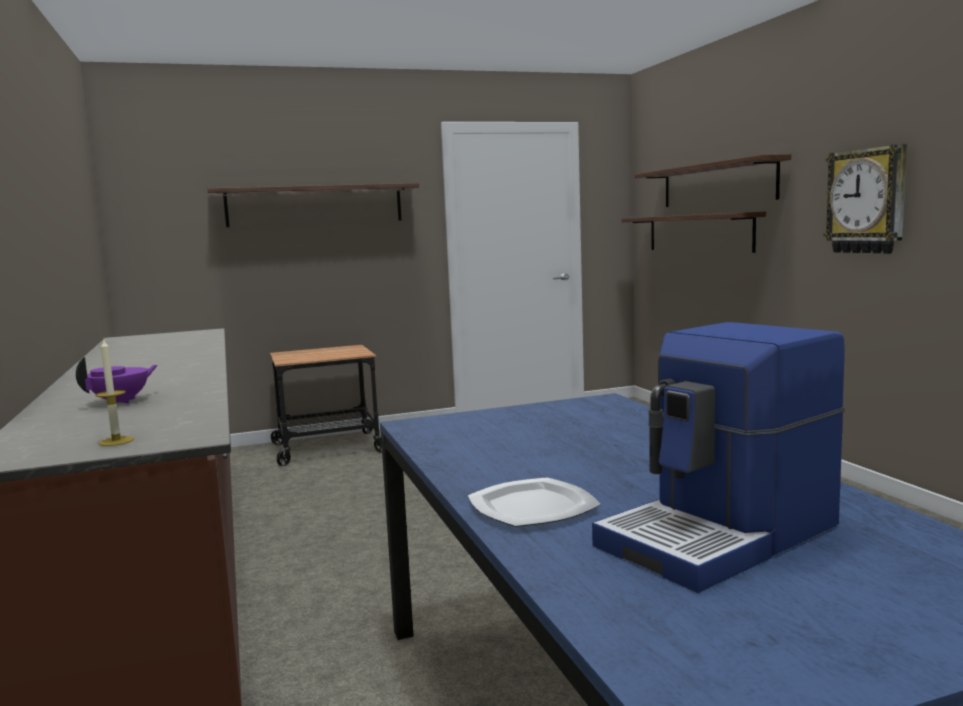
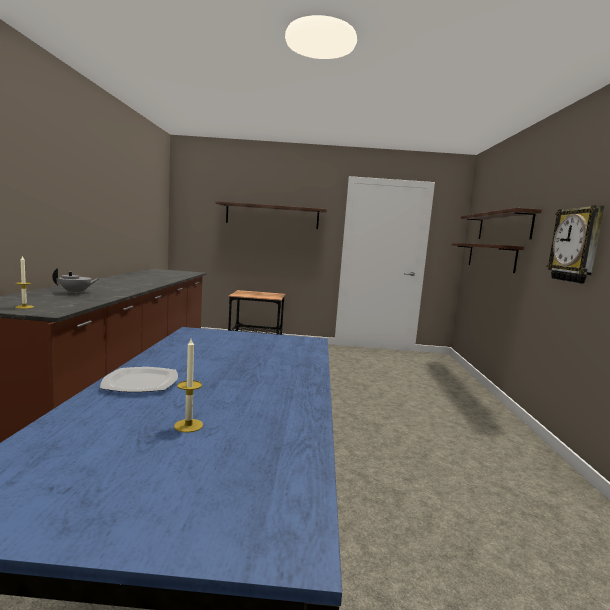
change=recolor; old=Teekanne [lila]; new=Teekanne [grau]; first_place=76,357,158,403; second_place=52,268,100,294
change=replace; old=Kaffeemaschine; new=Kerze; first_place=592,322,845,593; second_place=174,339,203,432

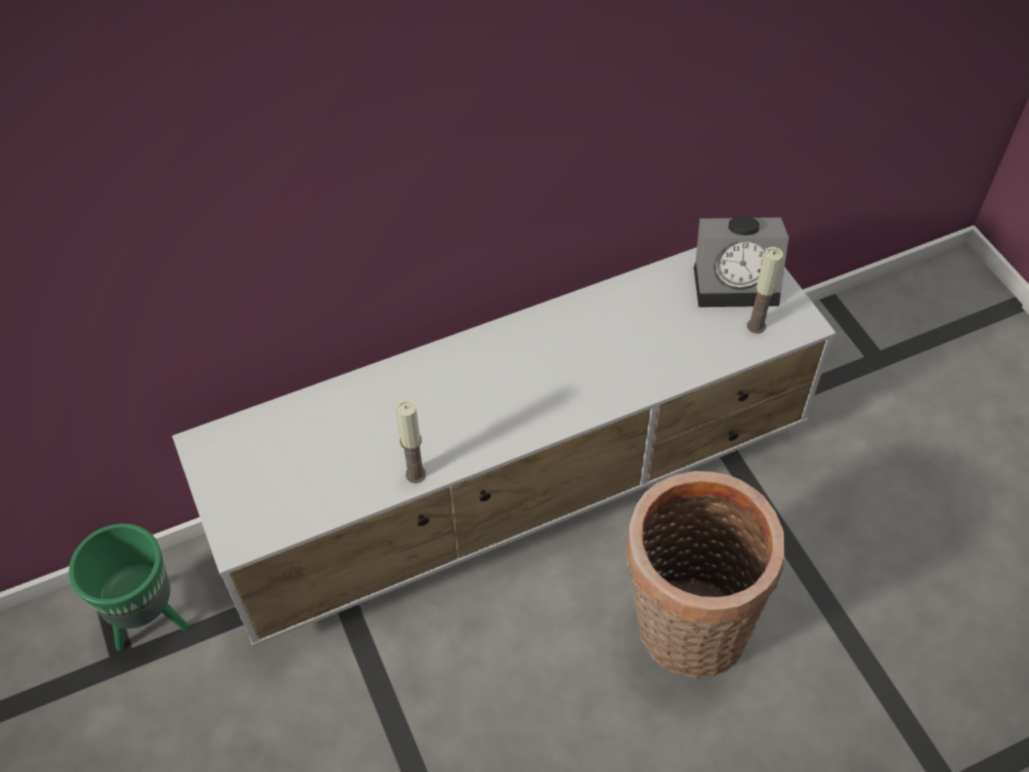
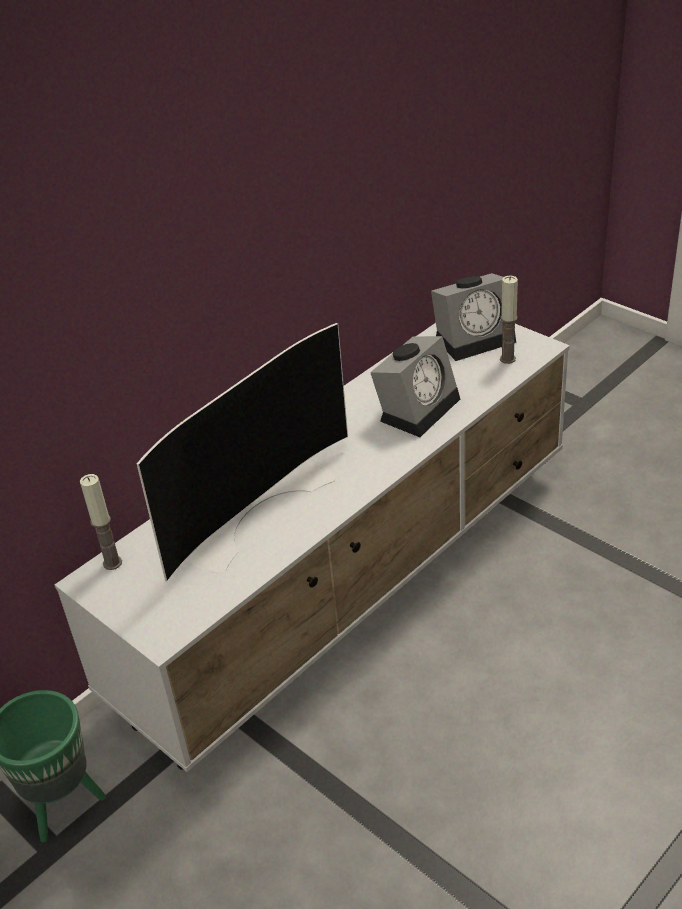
change=move; old=Kerze; first_place=396,400,426,483; second_place=80,474,122,570
change=delete; old=Korb; first_place=626,471,784,678
change=insert; new=Fernseher; second_place=137,323,348,582
change=insert; new=Wecker; second_place=370,336,460,437

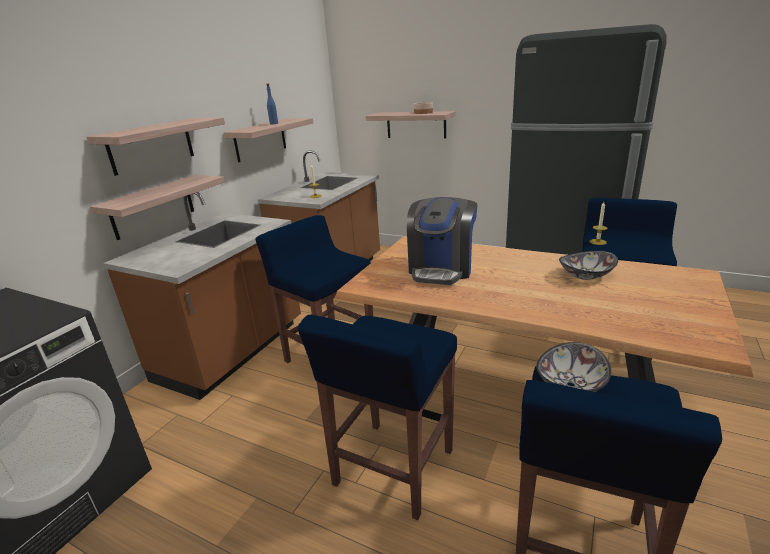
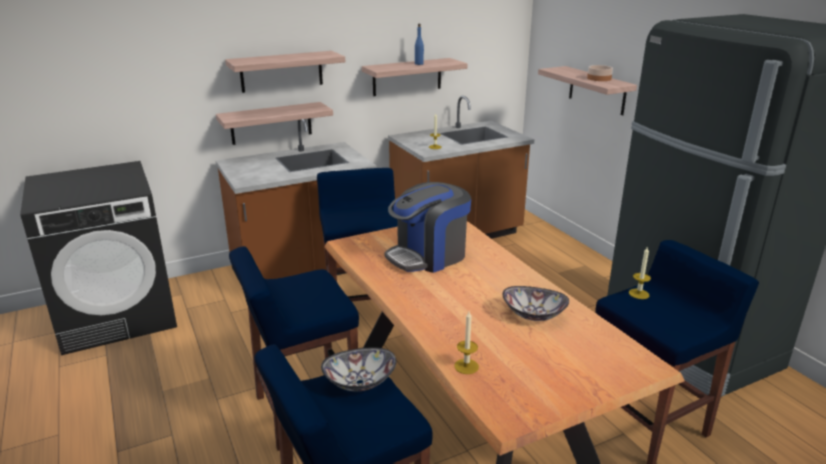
change=insert; new=Kerze; second_place=454,311,479,374

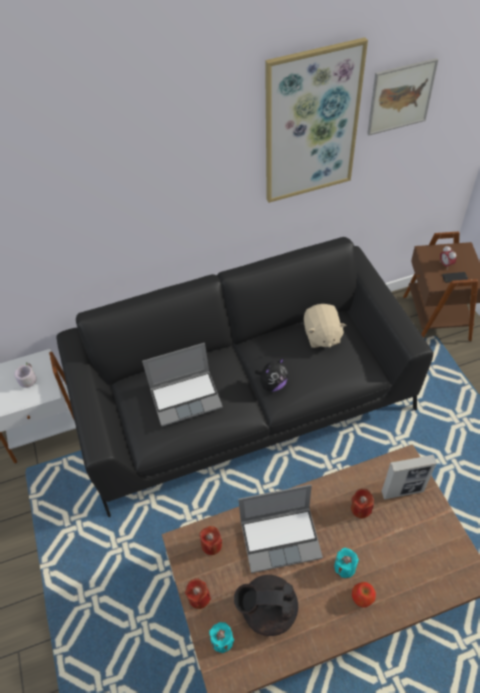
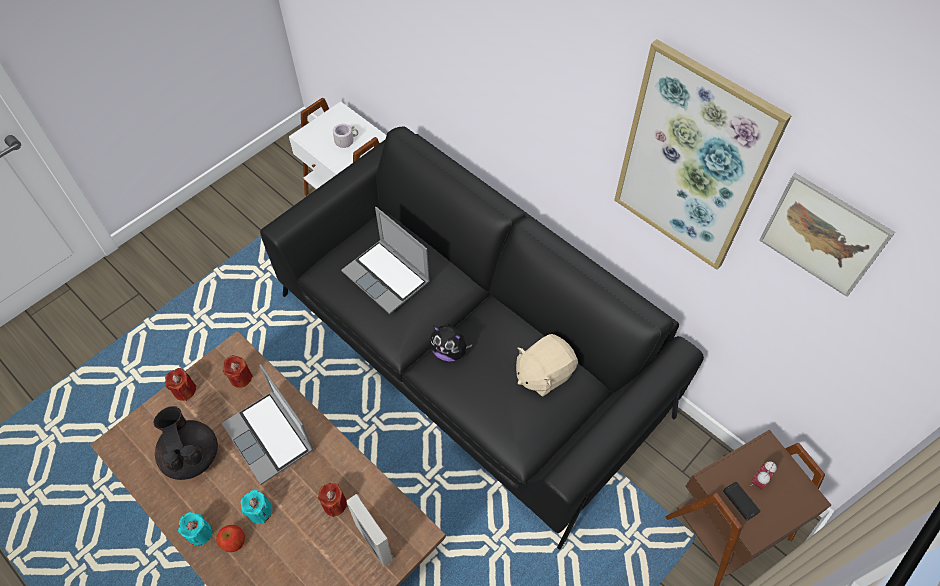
change=move; old=Kerze [türkis]; first_place=209,622,234,653; second_place=178,512,213,546

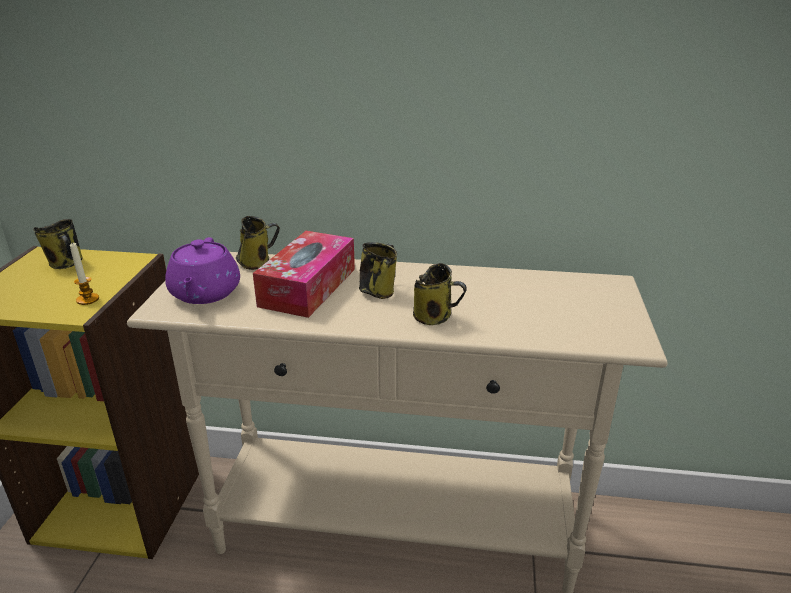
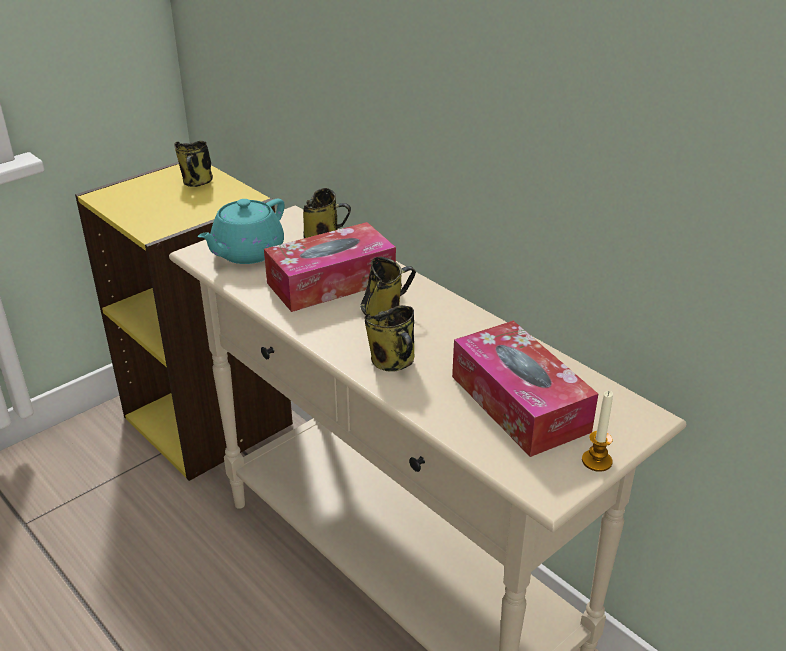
change=move; old=Kerze; first_place=70,242,99,305; second_place=582,391,613,472
change=recolor; old=Teekanne [lila]; new=Teekanne [türkis]; first_place=165,237,240,304; second_place=198,199,284,264
change=insert; new=Taschentuchbox; second_place=452,321,598,457

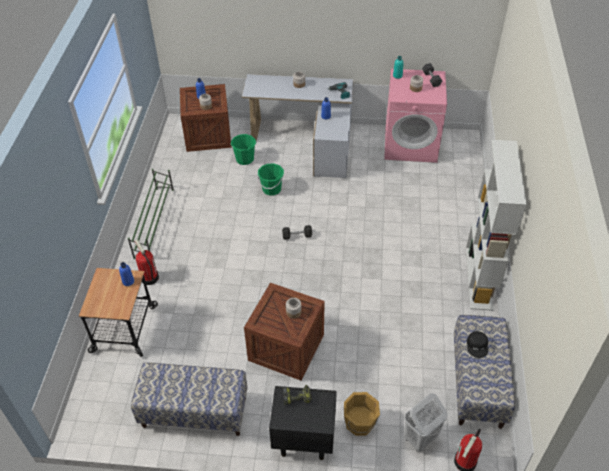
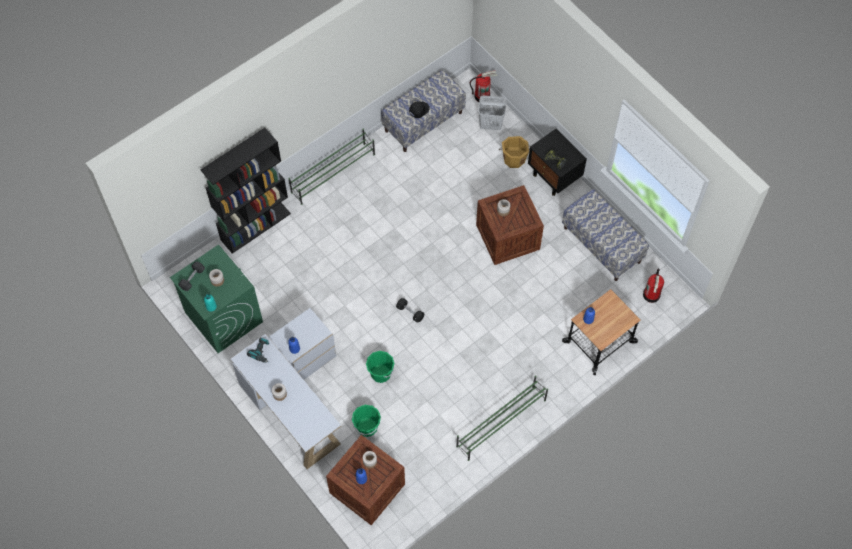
change=move; old=Feuerlöscher; first_place=135,240,159,285; second_place=643,268,664,303
change=recolor; old=Waschmaschine [rosa]; new=Waschmaschine [grün]; first_place=384,69,447,163; second_place=170,245,263,353
change=replace; old=Bücherregal [weiß]; new=Schuhregal [grün]; first_place=466,140,527,311; second_place=289,129,375,205
change=insert; new=Bücherregal [schwarz]; second_place=200,128,291,254

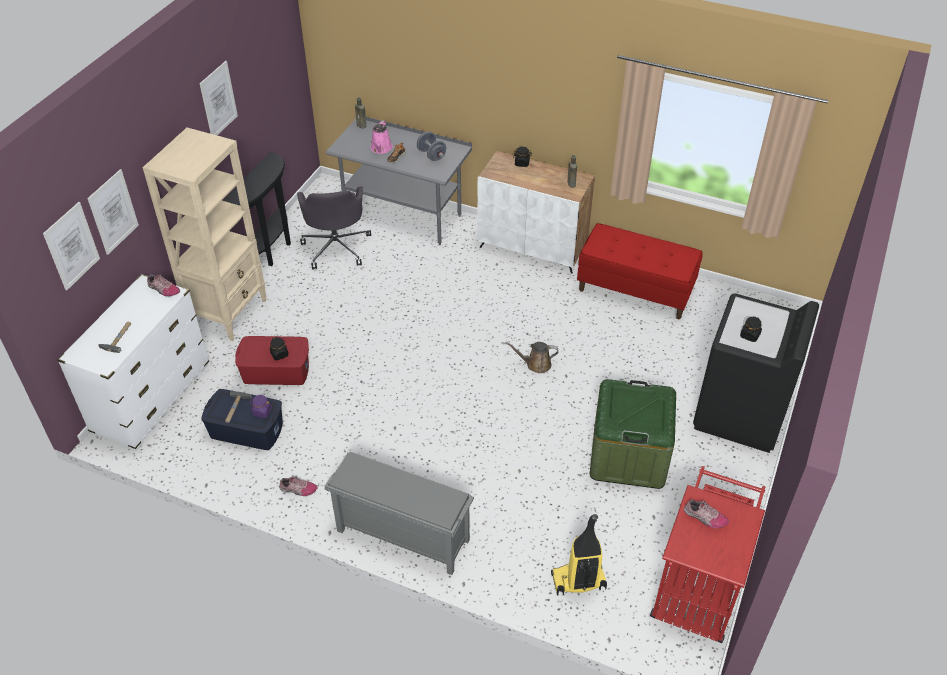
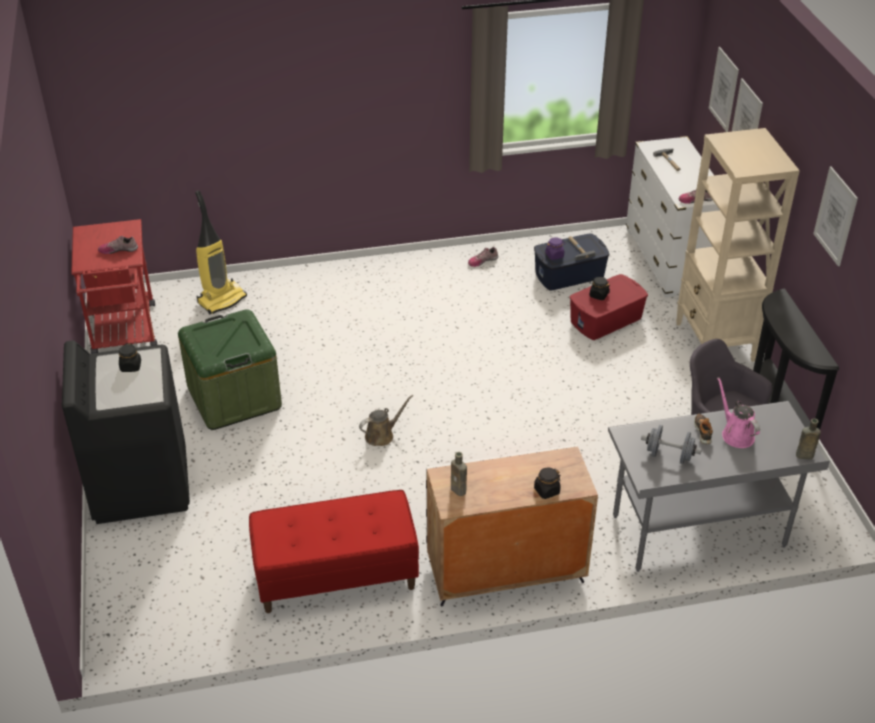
change=delete; old=Schuhregal [grau]; first_place=324,452,474,575

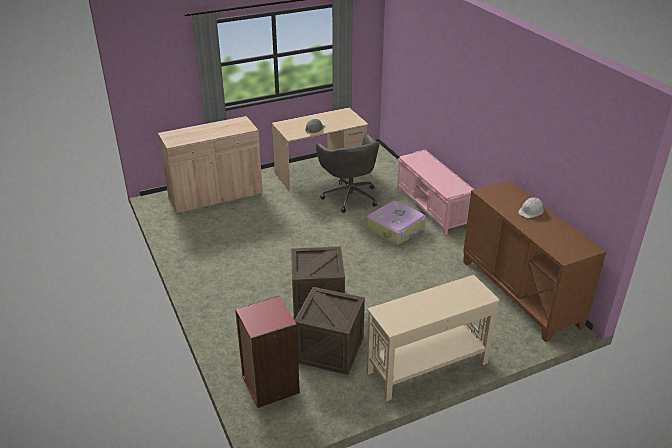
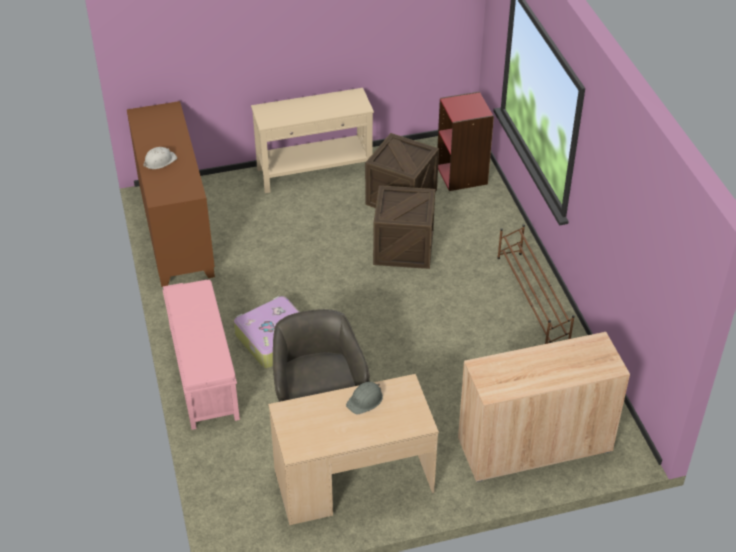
change=insert; new=Schuhregal [braun]; second_place=497,224,575,344

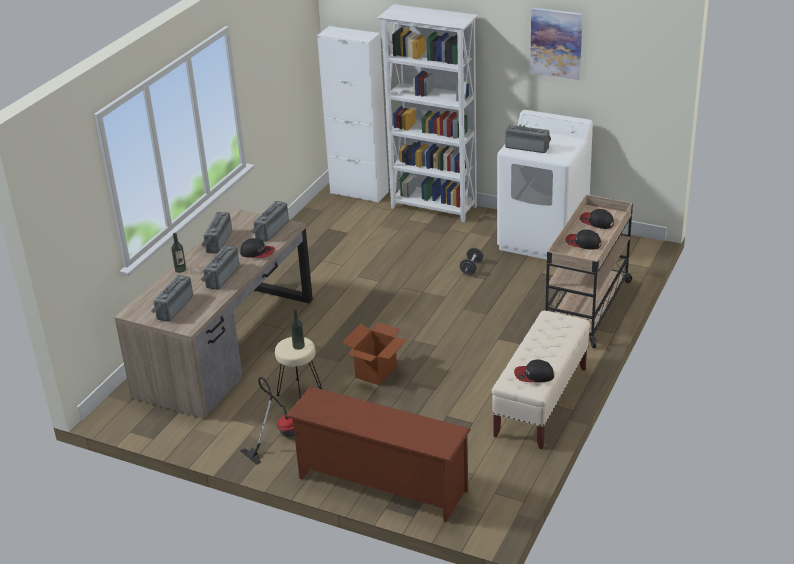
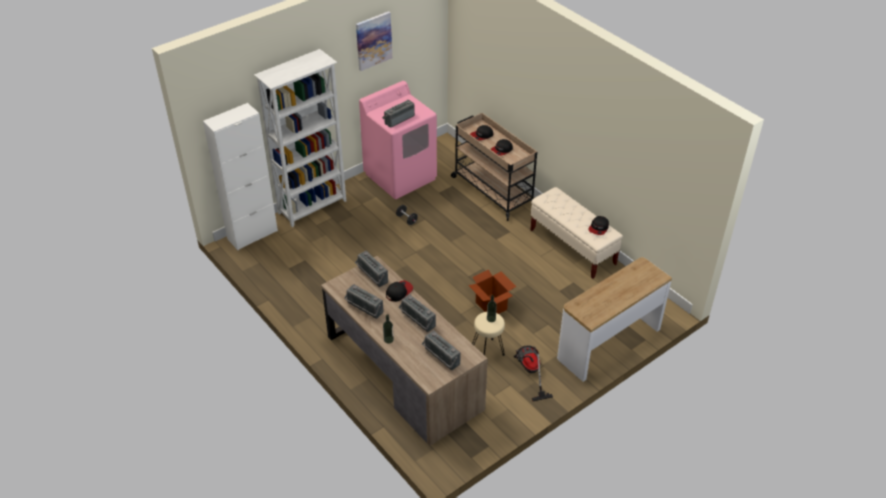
change=replace; old=Schuhregal [braun]; new=Konsolentisch; first_place=285,387,471,522; second_place=557,257,672,382
change=recolor; old=Waschmaschine [weiß]; new=Waschmaschine [rosa]; first_place=497,110,593,260; second_place=359,81,437,199

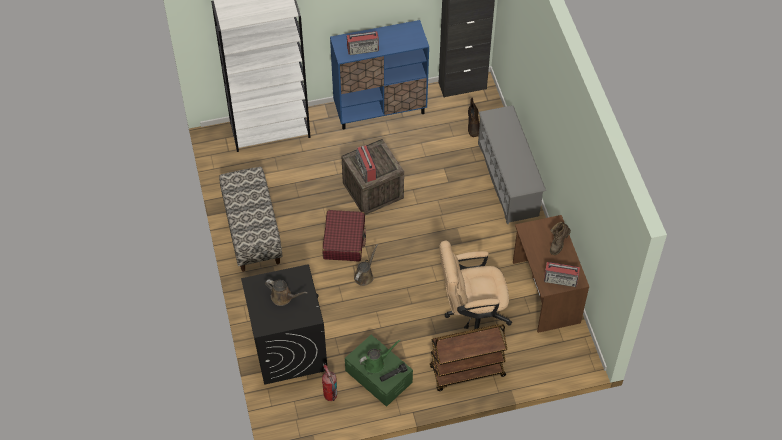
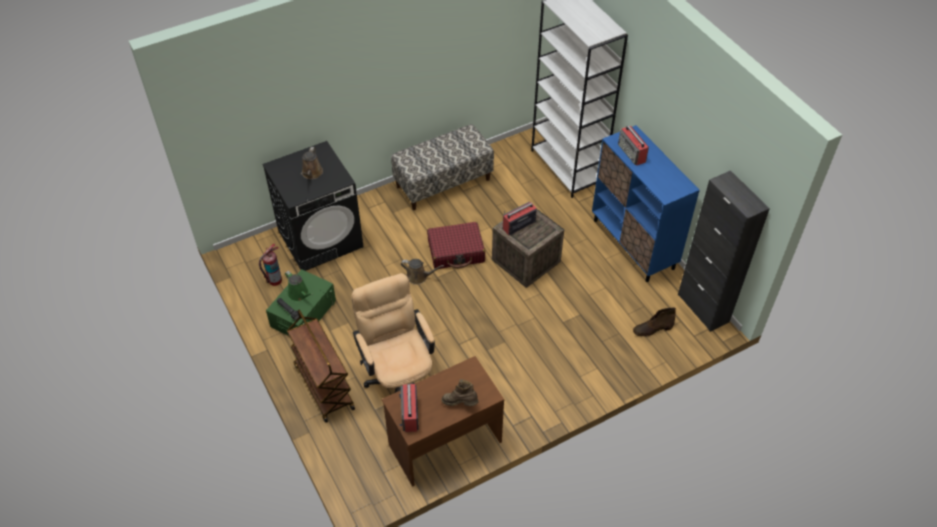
change=delete; old=Schuhregal [grau]; first_place=478,105,546,224

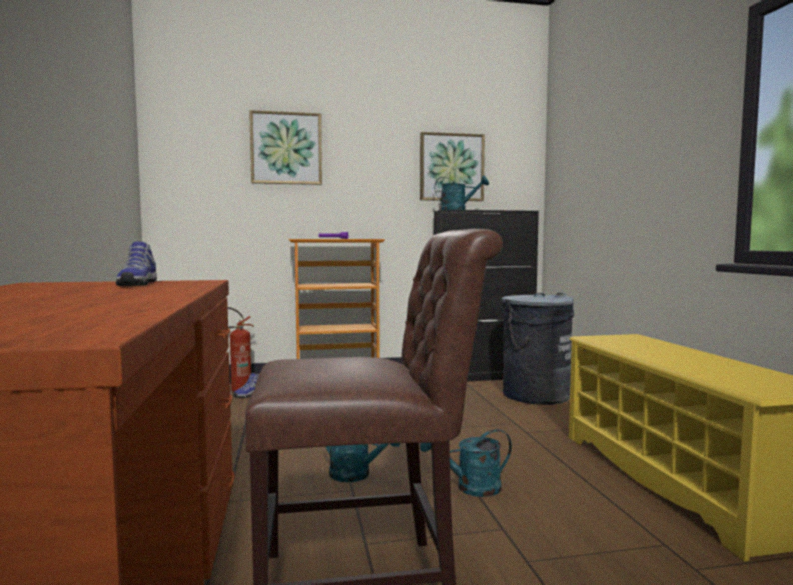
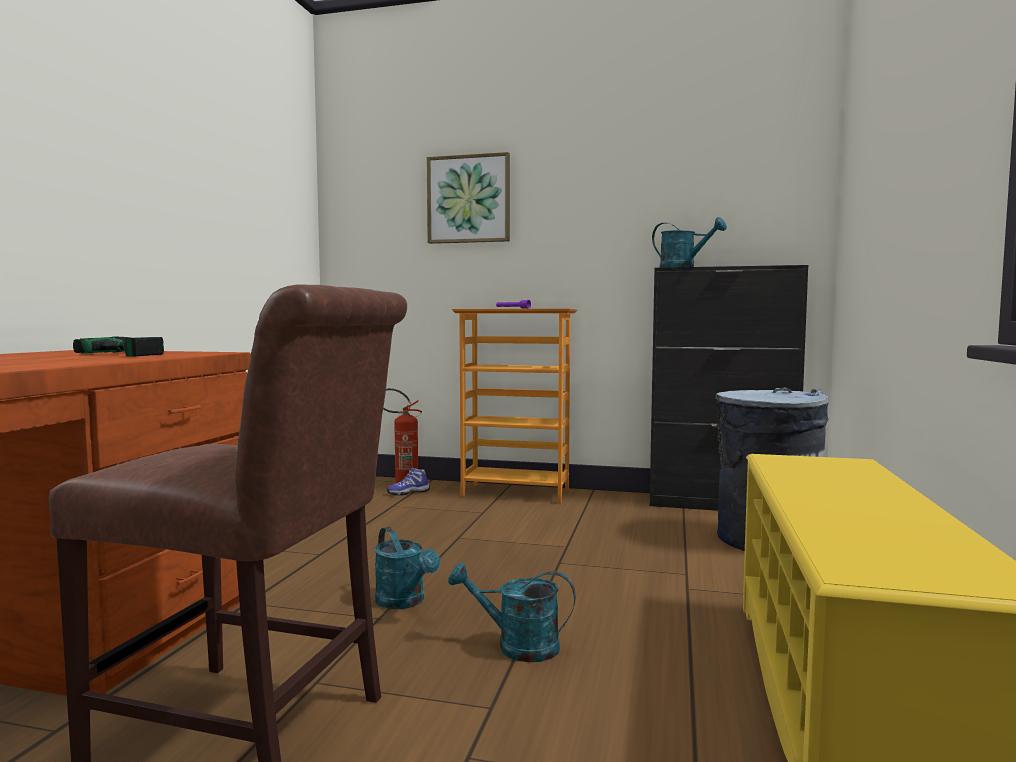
change=replace; old=Schuh; new=Bohrmaschine; first_place=115,241,157,286; second_place=73,337,164,356
change=delete; old=Bild; first_place=420,132,485,201

